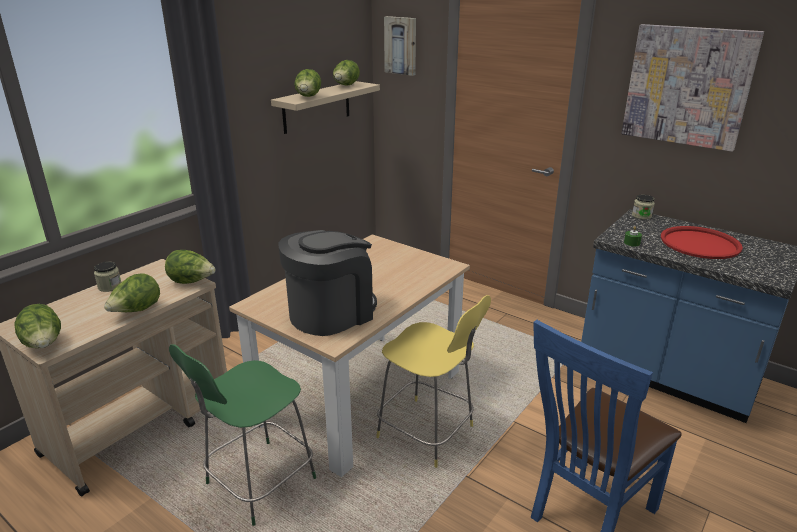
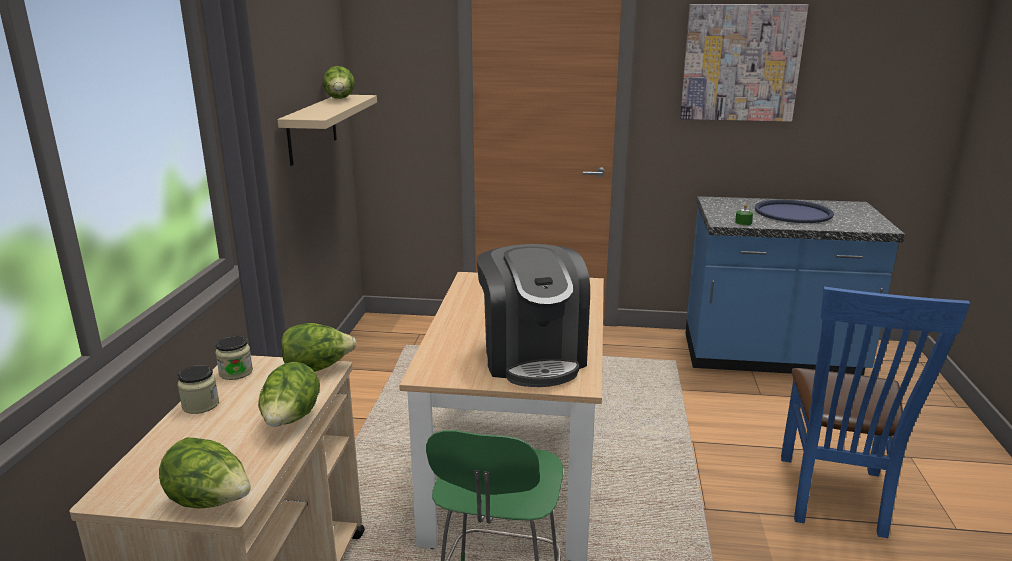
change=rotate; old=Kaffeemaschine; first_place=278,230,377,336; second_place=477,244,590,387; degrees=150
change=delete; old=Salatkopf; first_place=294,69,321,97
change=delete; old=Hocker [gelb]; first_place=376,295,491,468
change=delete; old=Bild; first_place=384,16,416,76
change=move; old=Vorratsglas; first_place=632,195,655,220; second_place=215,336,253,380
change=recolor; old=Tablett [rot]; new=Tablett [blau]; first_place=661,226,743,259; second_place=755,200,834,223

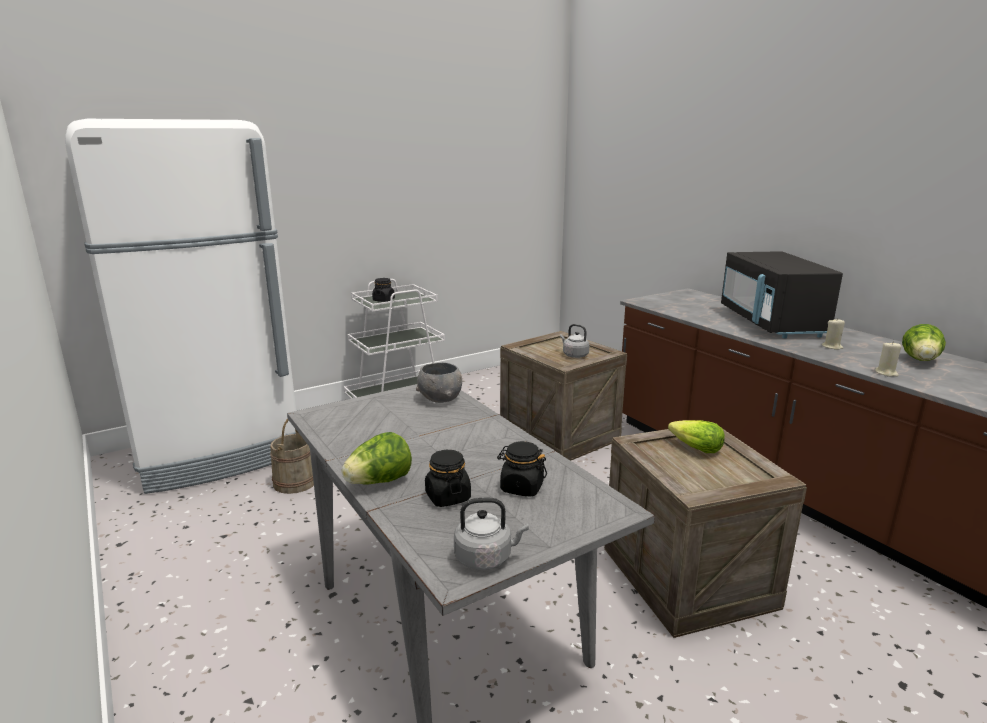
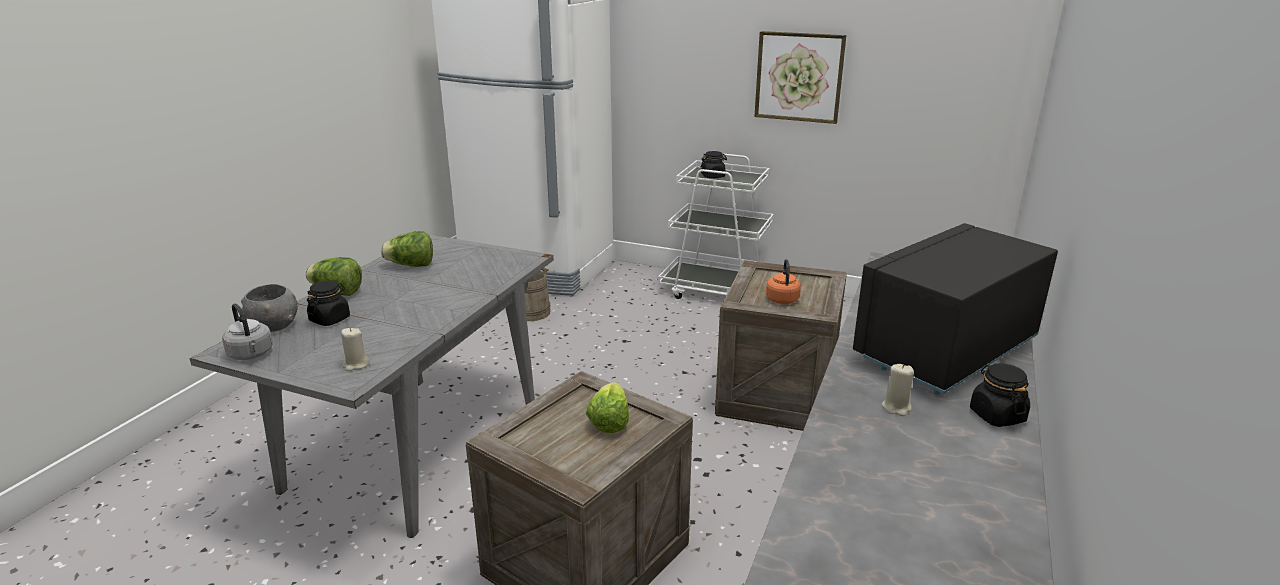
change=move; old=Schüssel [grau]; first_place=416,362,462,403; second_place=241,284,297,332
change=move; old=Vorratsglas [schwarz]; first_place=497,441,547,497; second_place=970,363,1030,427
change=recolor; old=Wasserkessel [grau]; new=Wasserkessel [orange]; first_place=560,324,590,358; second_place=766,259,801,304
change=move; old=Kerze [beige]; first_place=875,341,902,377; second_place=341,328,370,371
change=move; old=Salatkopf; first_place=902,324,946,361; second_place=381,231,433,267
change=insert; new=Bild; second_place=754,31,846,124

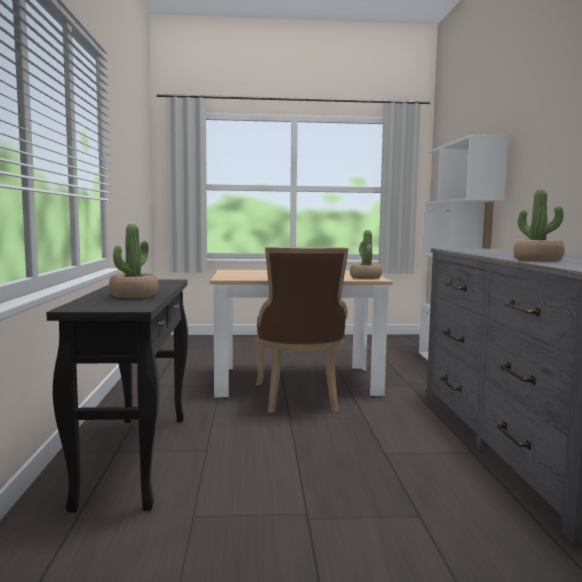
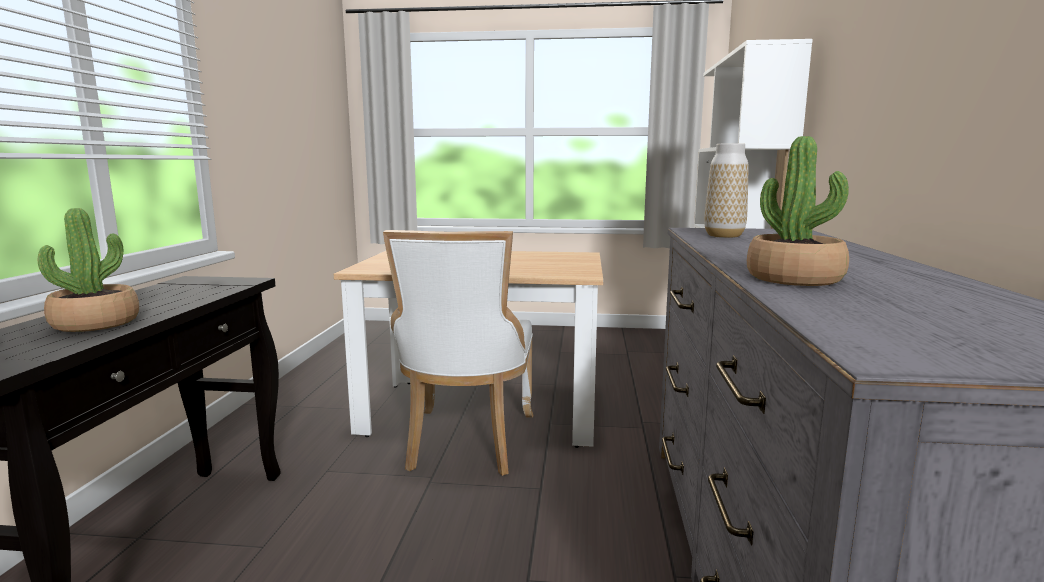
change=recolor; old=Stuhl [braun]; new=Stuhl [weiß]; first_place=256,247,349,413; second_place=383,230,533,476
change=delete; old=Topfpflanze; first_place=350,230,382,279
change=insert; new=Vase; second_place=704,143,748,238

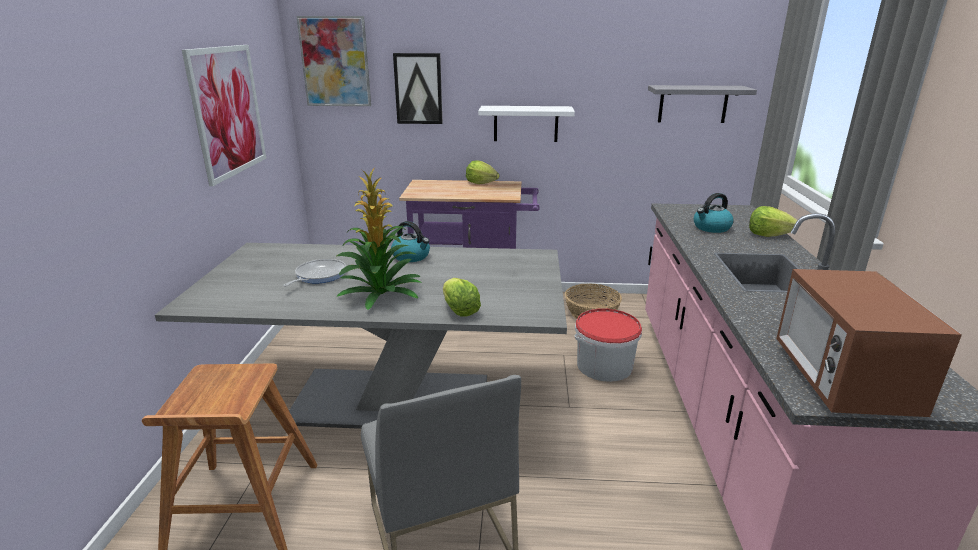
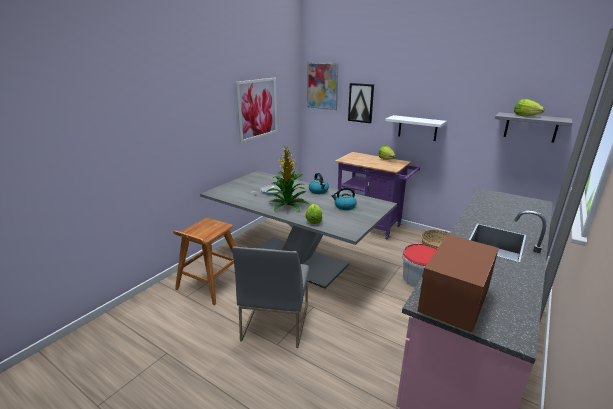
change=move; old=Wasserkessel; first_place=694,193,734,233; second_place=331,187,357,210
change=move; old=Salatkopf; first_place=749,206,797,237; second_place=514,99,545,116

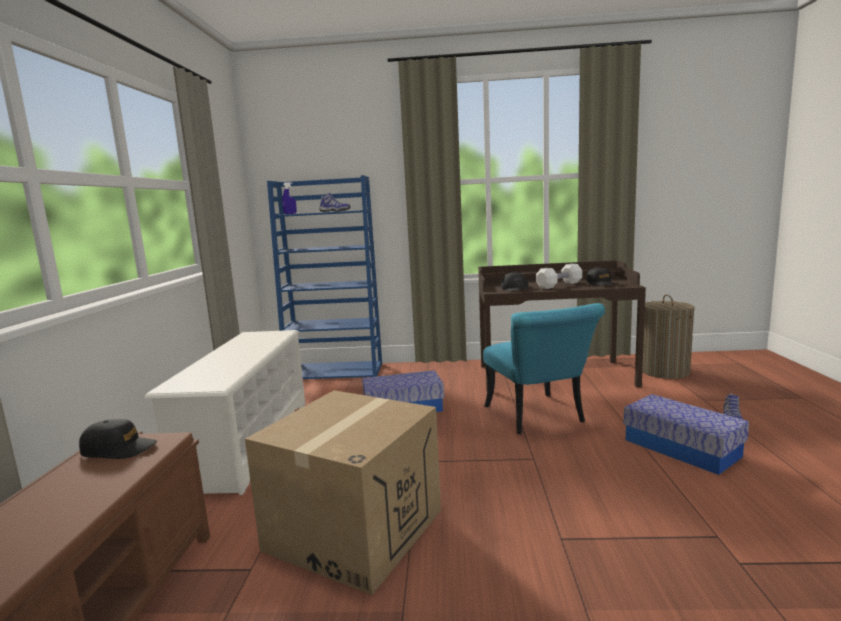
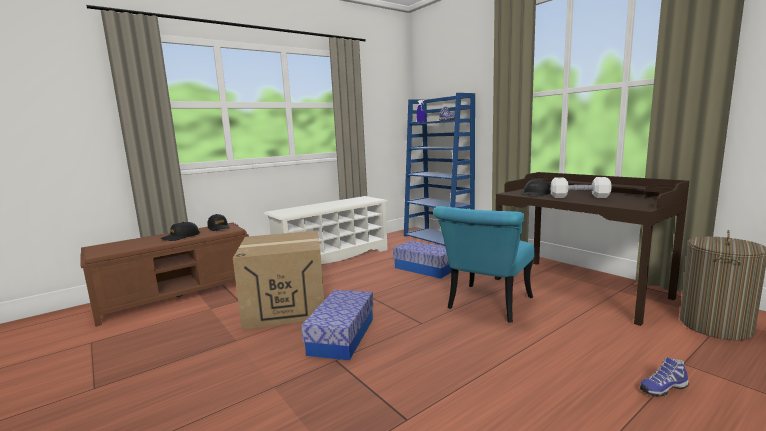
change=move; old=Kappe [schwarz]; first_place=586,267,615,286; second_place=161,222,200,241
change=move; old=Aufbewahrungsbox; first_place=624,394,749,475; second_place=301,290,374,360

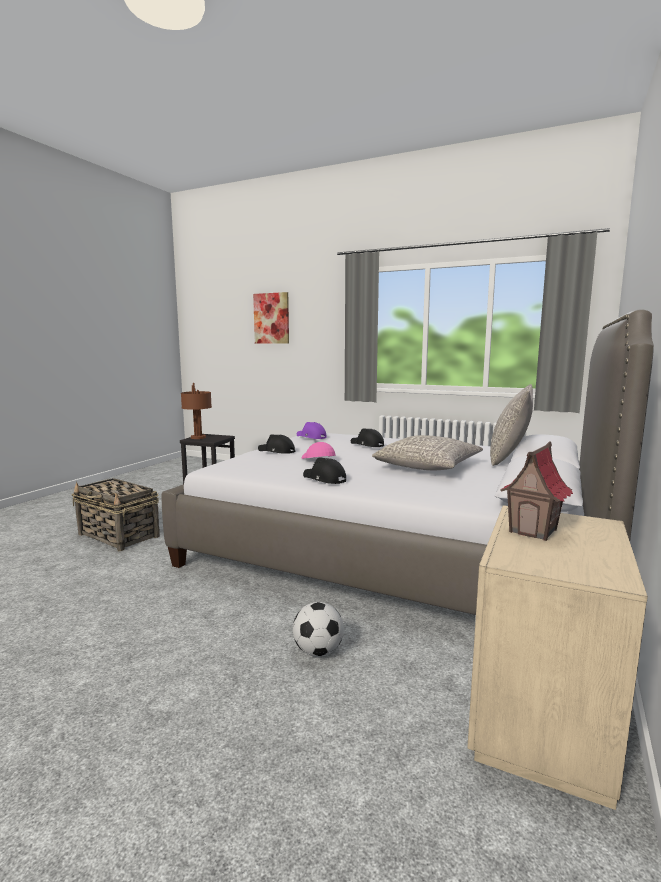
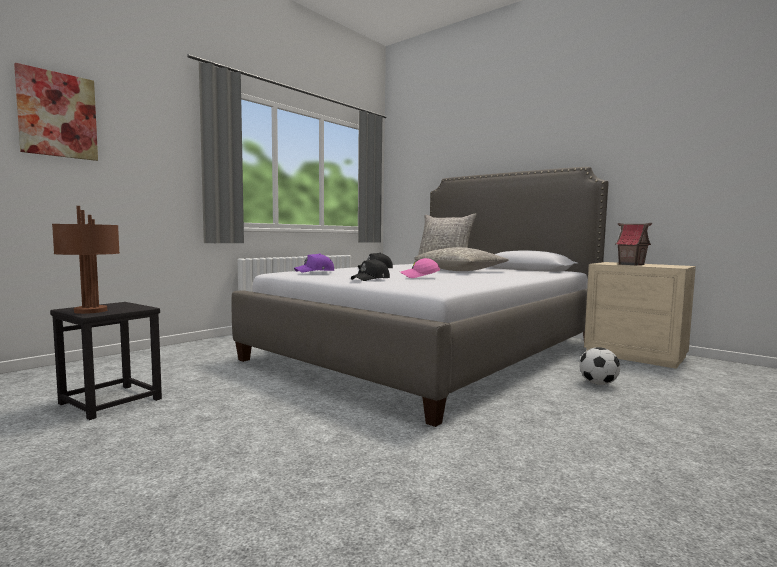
change=delete; old=Korb; first_place=71,478,160,551
change=delete; old=Kappe [schwarz]; first_place=303,457,346,484

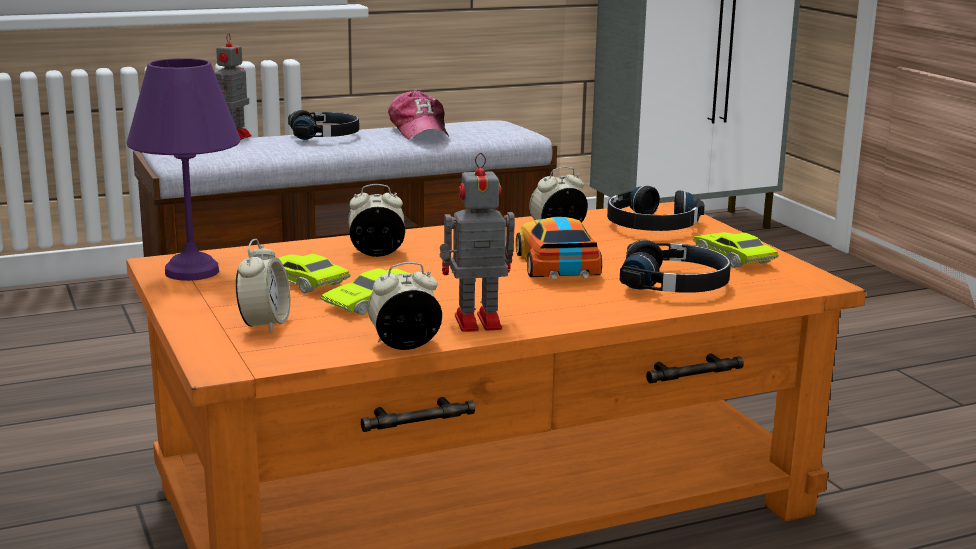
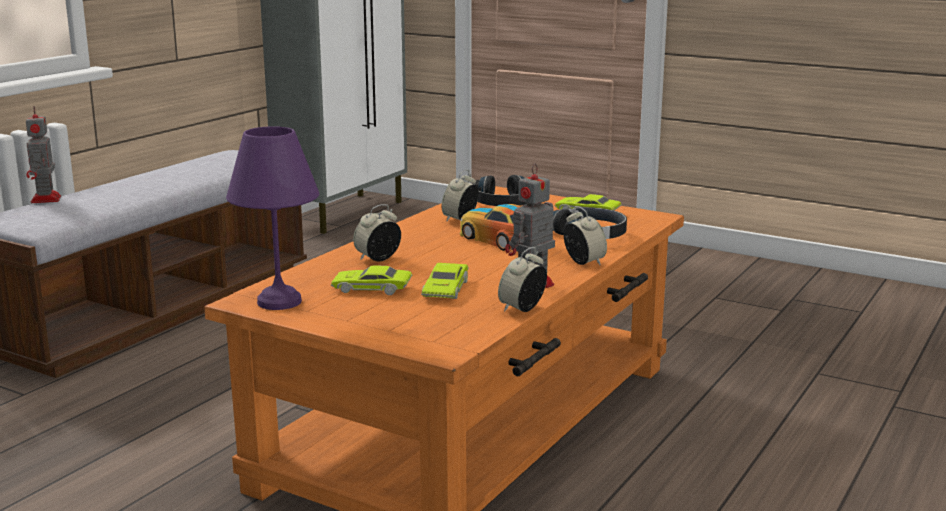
change=move; old=Wecker; first_place=236,239,290,333; second_place=563,206,607,265
change=delete; old=Kopfhörer [schwarz]; first_place=288,110,359,140
change=delete; old=Kappe; first_place=388,90,449,139

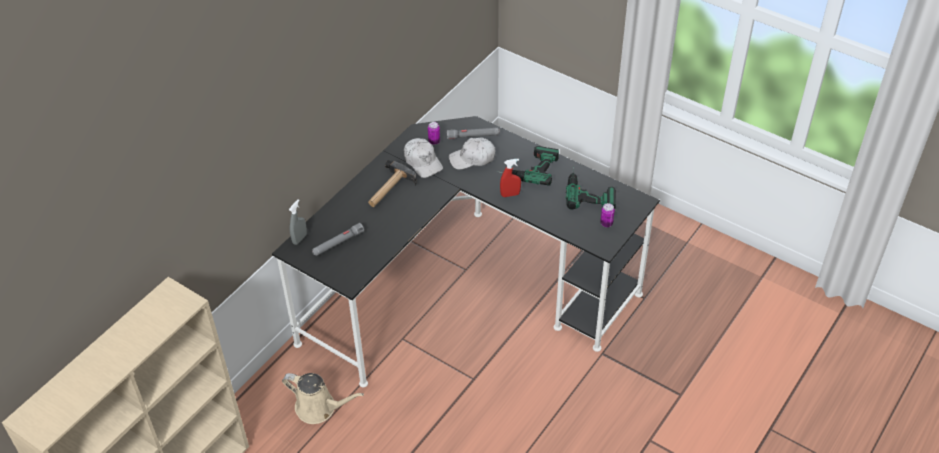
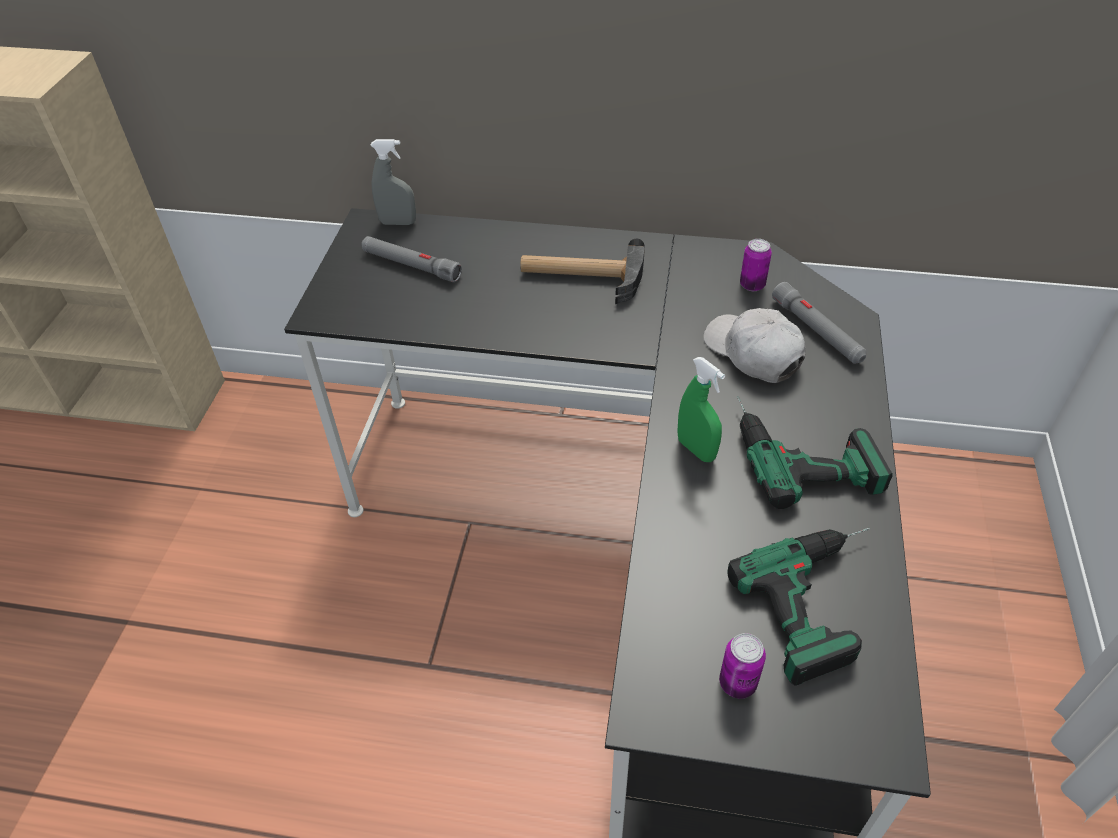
change=delete; old=Gießkanne [beige]; first_place=282,373,364,424
change=delete; old=Kappe [weiß]; first_place=404,138,443,178
change=recolor; old=Sprühflasche [rot]; new=Sprühflasche [grün]; first_place=500,159,521,197; second_place=677,357,725,462

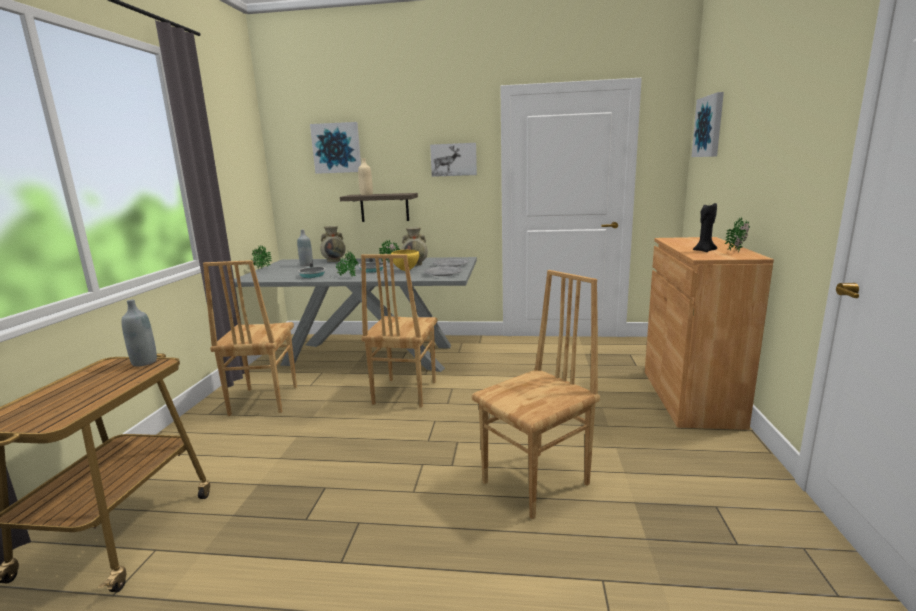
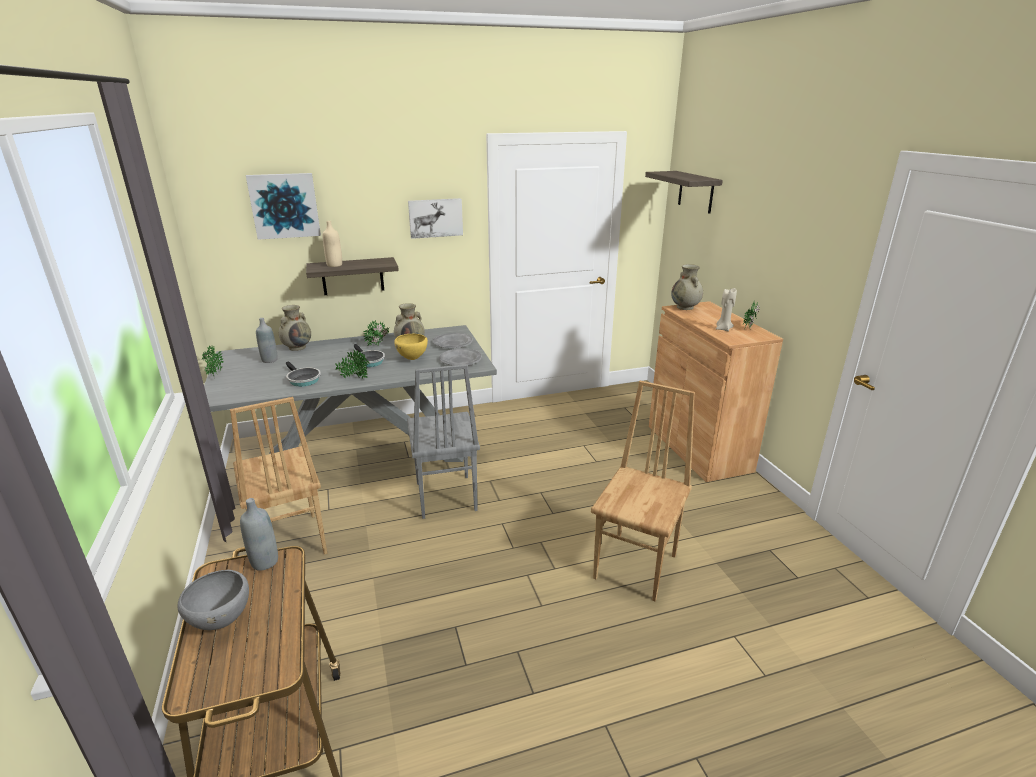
change=recolor; old=Stuhl [braun]; new=Stuhl [grau]; first_place=361,254,437,408; second_place=407,364,480,519
change=replace; old=Bild; new=Wandregal; first_place=692,92,724,157; second_place=645,171,723,214
change=recolor; old=Kerze [schwarz]; new=Kerze [beige]; first_place=693,203,717,252; second_place=716,288,737,331
change=insert; new=Schüssel [grau]; second_place=178,570,249,630
change=insert; new=Vase [beige]; second_place=671,264,703,310

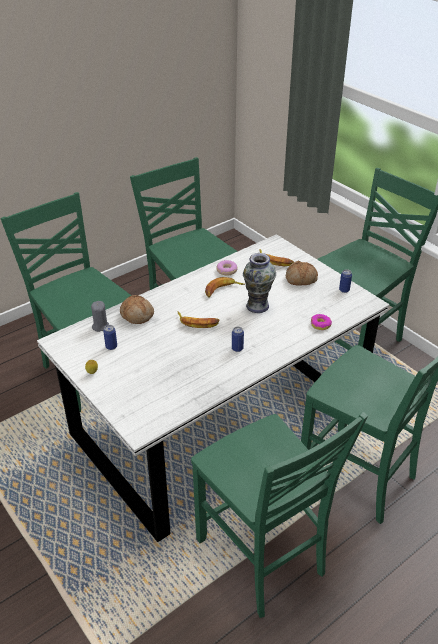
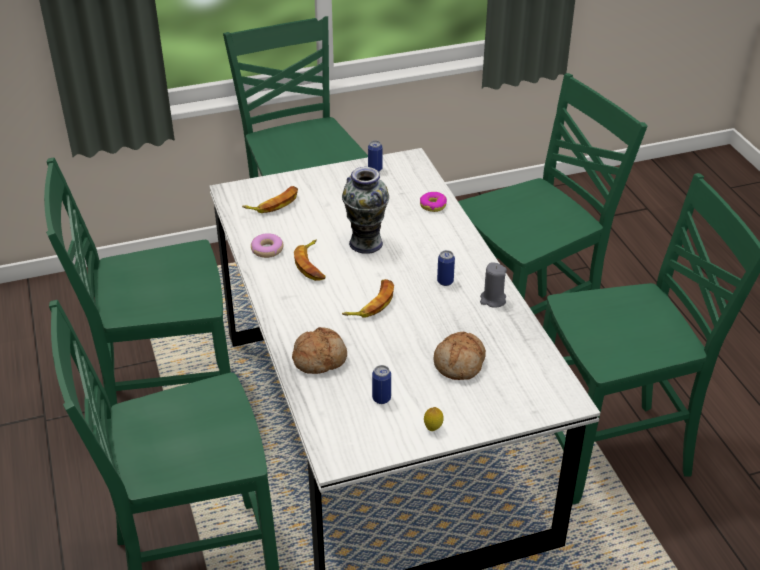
change=move; old=Kerze [grau]; first_place=91,301,109,332; second_place=480,262,507,308
change=move; old=Brot; first_place=286,260,318,286; second_place=434,332,486,380

